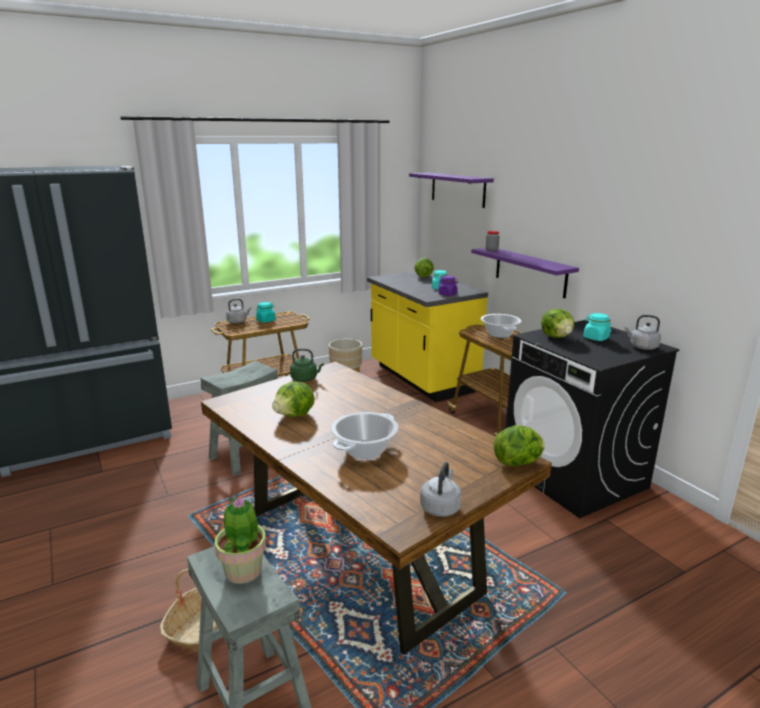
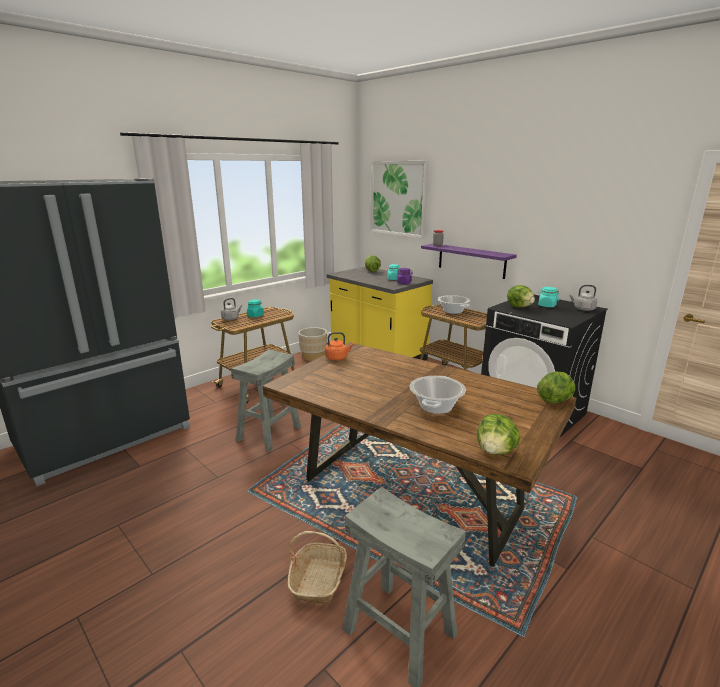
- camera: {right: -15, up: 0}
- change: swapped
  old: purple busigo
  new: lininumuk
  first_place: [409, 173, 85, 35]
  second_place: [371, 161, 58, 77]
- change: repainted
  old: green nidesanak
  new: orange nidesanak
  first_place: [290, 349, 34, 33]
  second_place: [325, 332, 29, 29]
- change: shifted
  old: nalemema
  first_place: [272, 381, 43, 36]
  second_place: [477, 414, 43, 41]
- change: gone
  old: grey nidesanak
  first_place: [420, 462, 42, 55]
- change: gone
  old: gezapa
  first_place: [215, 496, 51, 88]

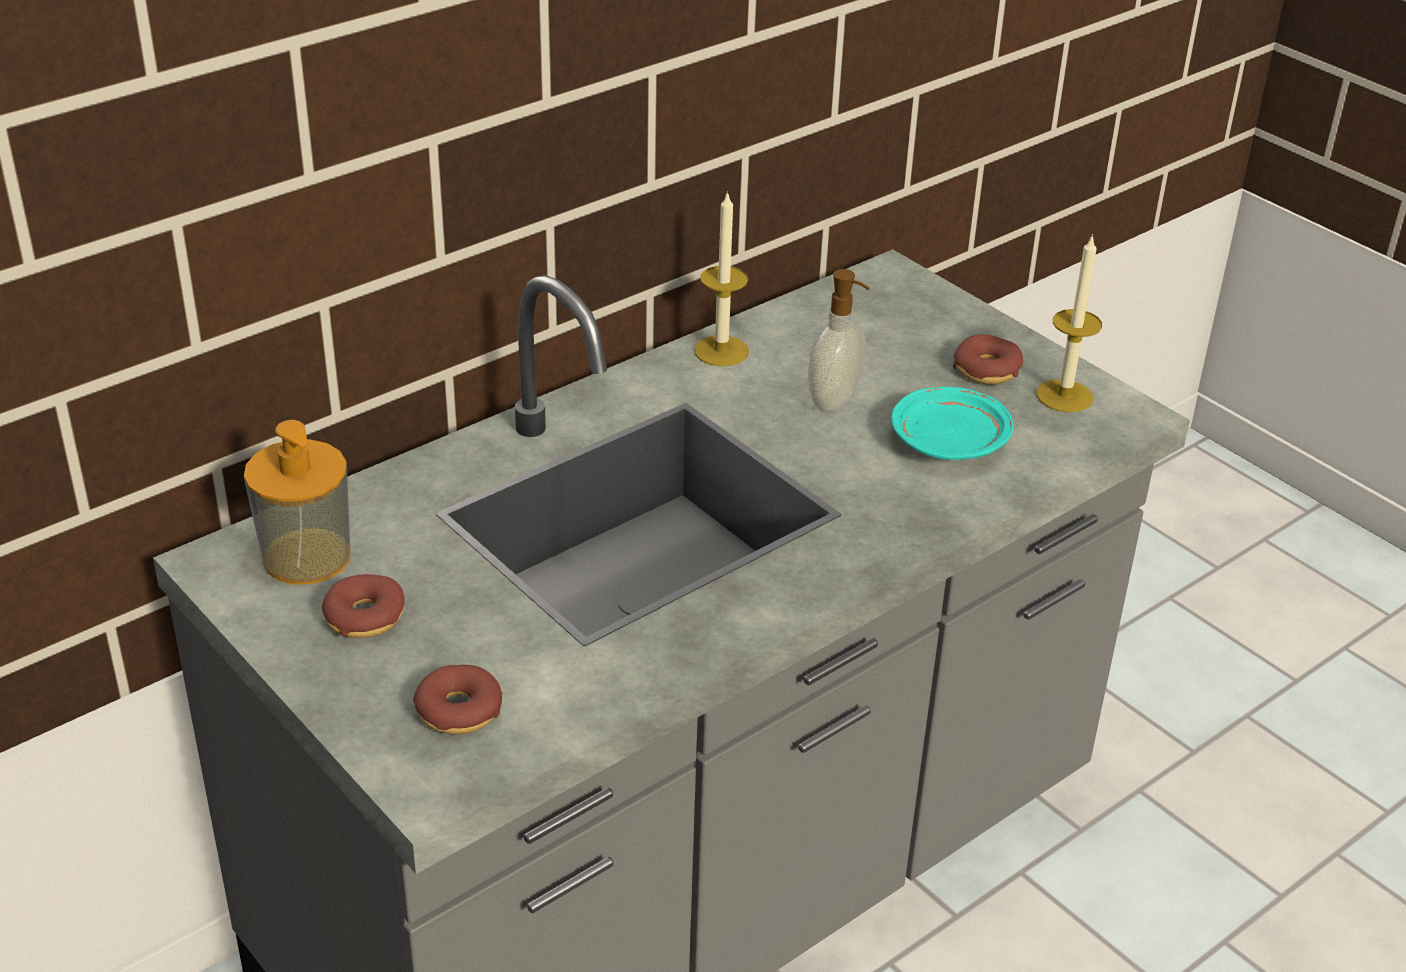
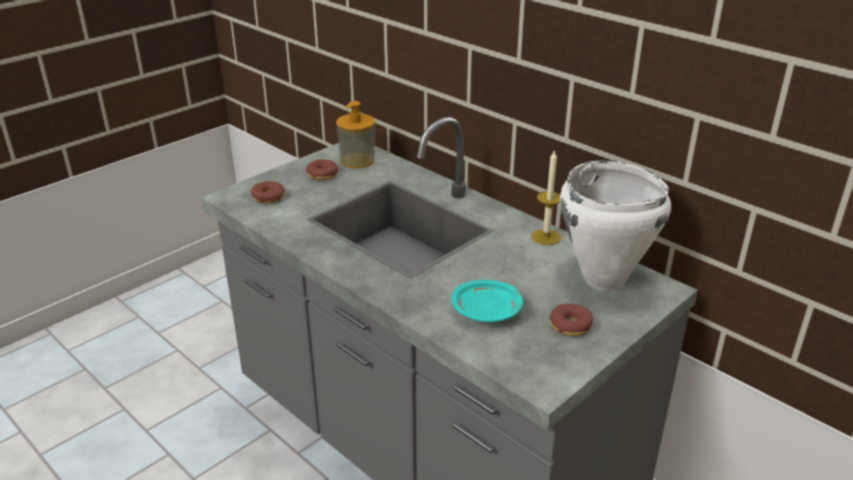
- camera: {right: 85, up: -5}
- change: gone
  old: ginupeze
  first_place: [1037, 234, 65, 178]
- change: gone
  old: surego
  first_place: [808, 269, 62, 142]
- change: new
  new: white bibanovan
  second_place: [560, 161, 111, 130]

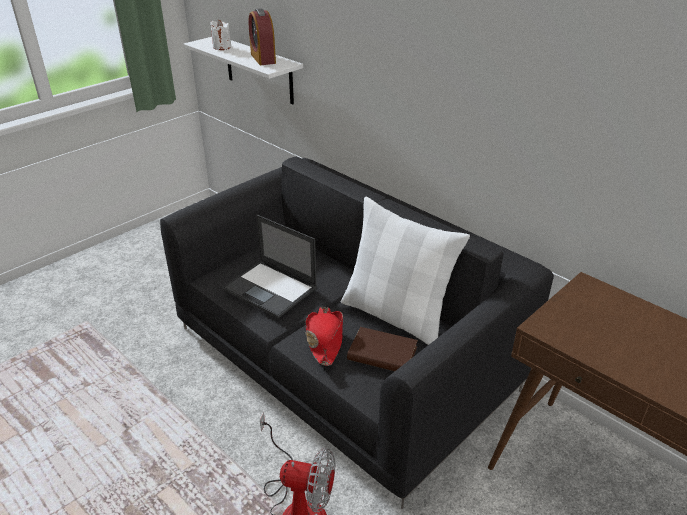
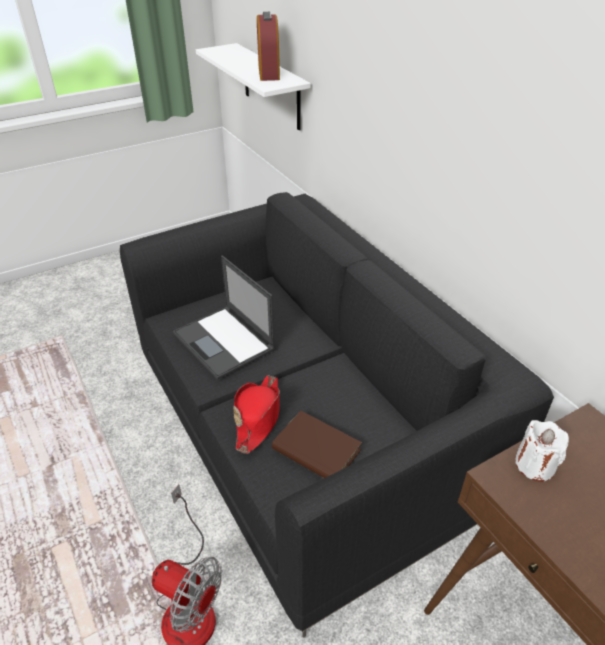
- camera: {right: 15, up: 5}
- change: shifted
  old: white ginupeze
  first_place: [210, 20, 21, 30]
  second_place: [515, 420, 54, 62]
- change: gone
  old: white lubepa
  first_place: [341, 197, 129, 148]

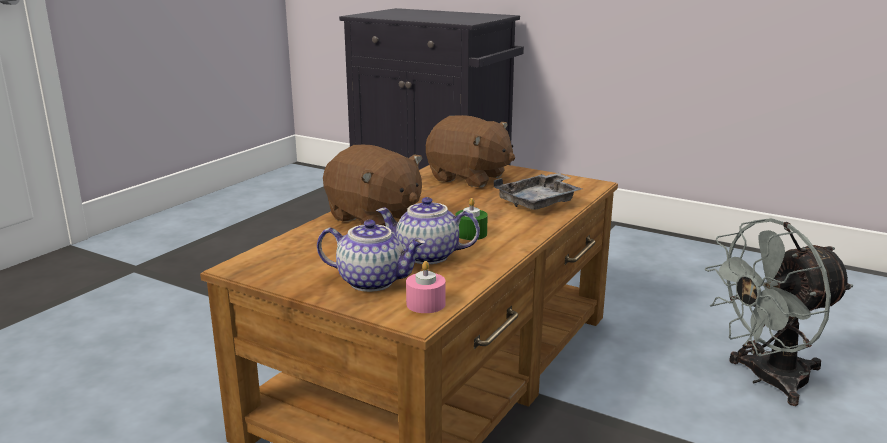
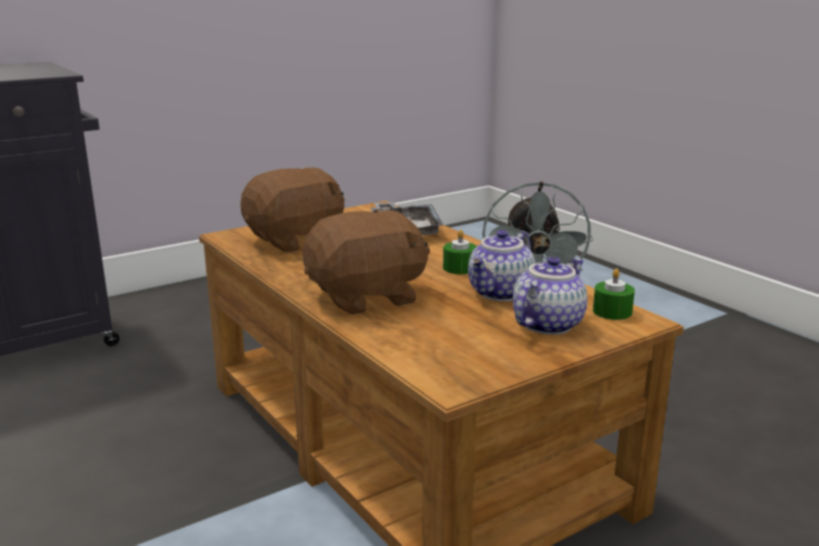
- camera: {right: -65, up: 0}
- change: repainted
  old: pink ginupeze
  new: green ginupeze
  first_place: [406, 261, 40, 52]
  second_place: [593, 268, 42, 52]

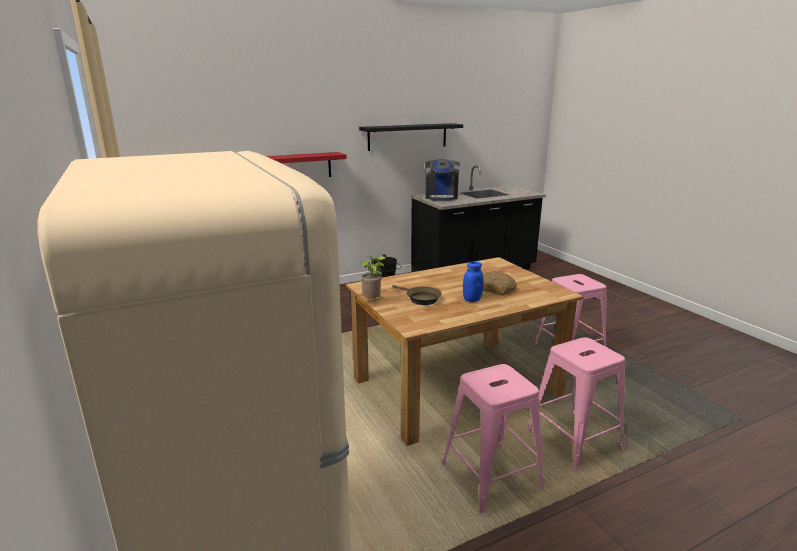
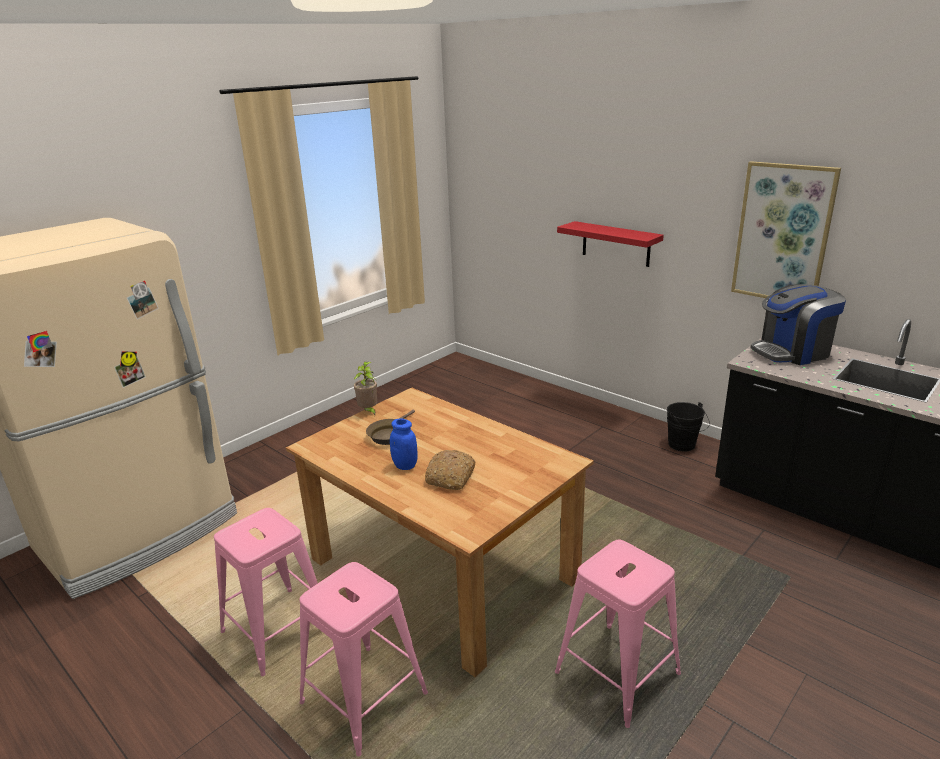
- camera: {right: 70, up: 5}
- change: swapped
  old: black busigo
  new: lininumuk
  first_place: [359, 123, 104, 28]
  second_place: [731, 161, 110, 137]

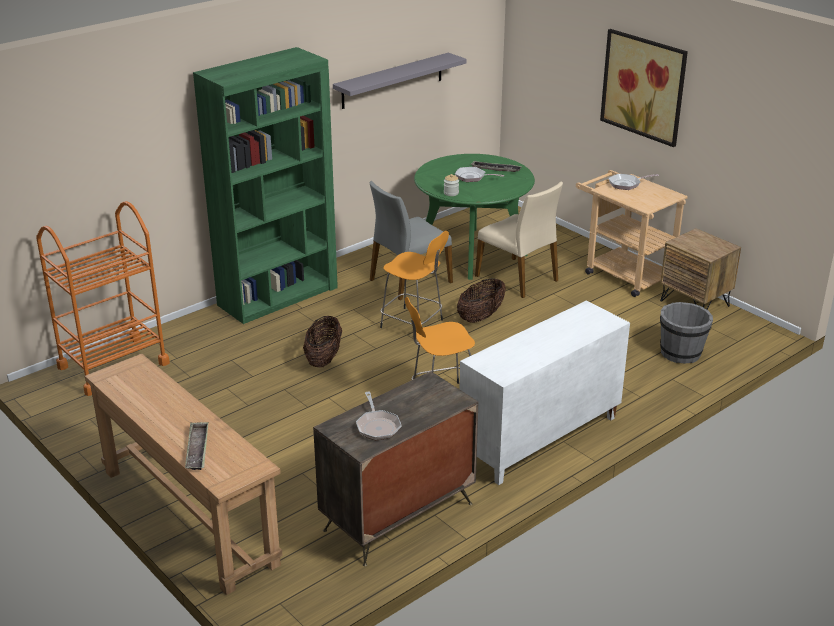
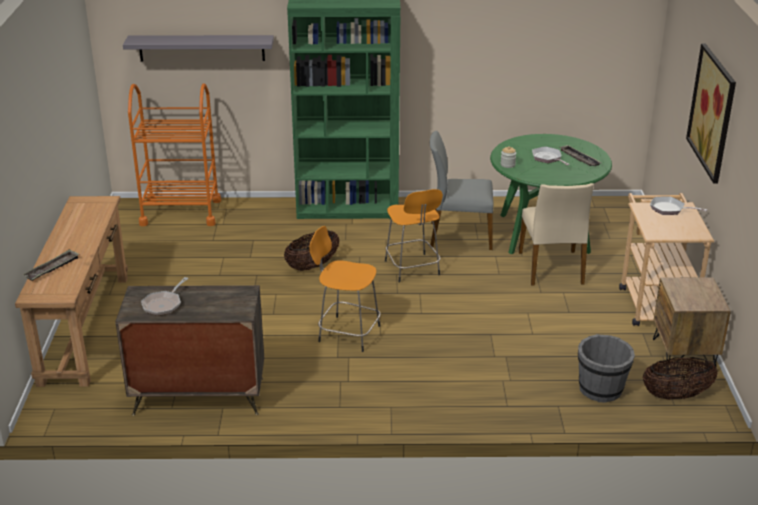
- camera: {right: 40, up: 0}
- change: shifted
  old: grey busigo
  first_place: [333, 53, 134, 56]
  second_place: [123, 35, 151, 26]
- change: shifted
  old: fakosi
  first_place: [457, 278, 49, 45]
  second_place: [643, 357, 75, 43]
- change: gone
  old: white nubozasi
  first_place: [459, 301, 171, 184]

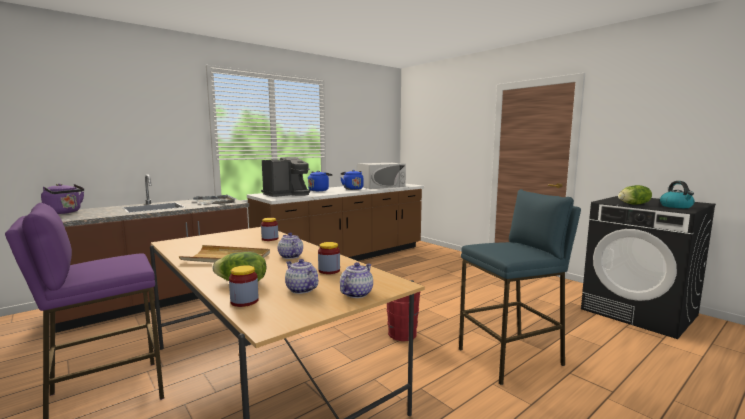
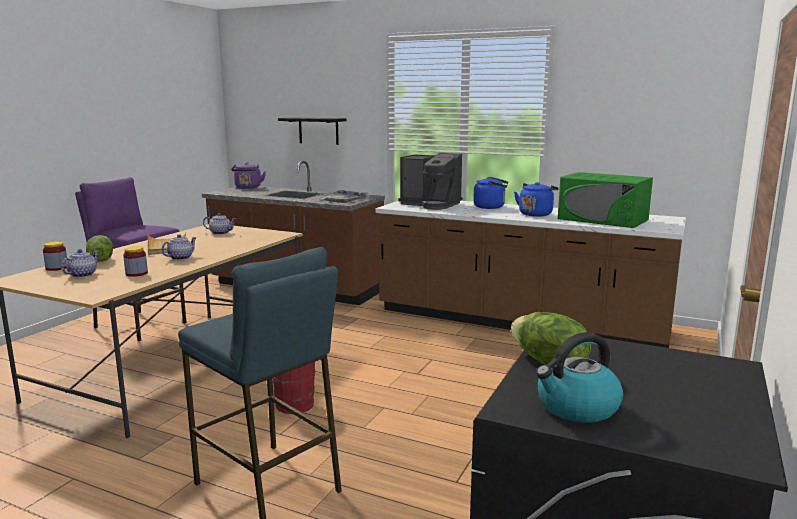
- camera: {right: 65, up: 5}
- change: repainted
  old: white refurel
  new: green refurel
  first_place: [357, 163, 49, 26]
  second_place: [558, 172, 95, 56]
- change: gone
  old: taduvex
  first_place: [261, 218, 17, 23]
- change: shifted
  old: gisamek
  first_place: [340, 262, 33, 36]
  second_place: [203, 213, 33, 22]
- change: new
  new: black busigo
  second_place: [278, 117, 68, 28]

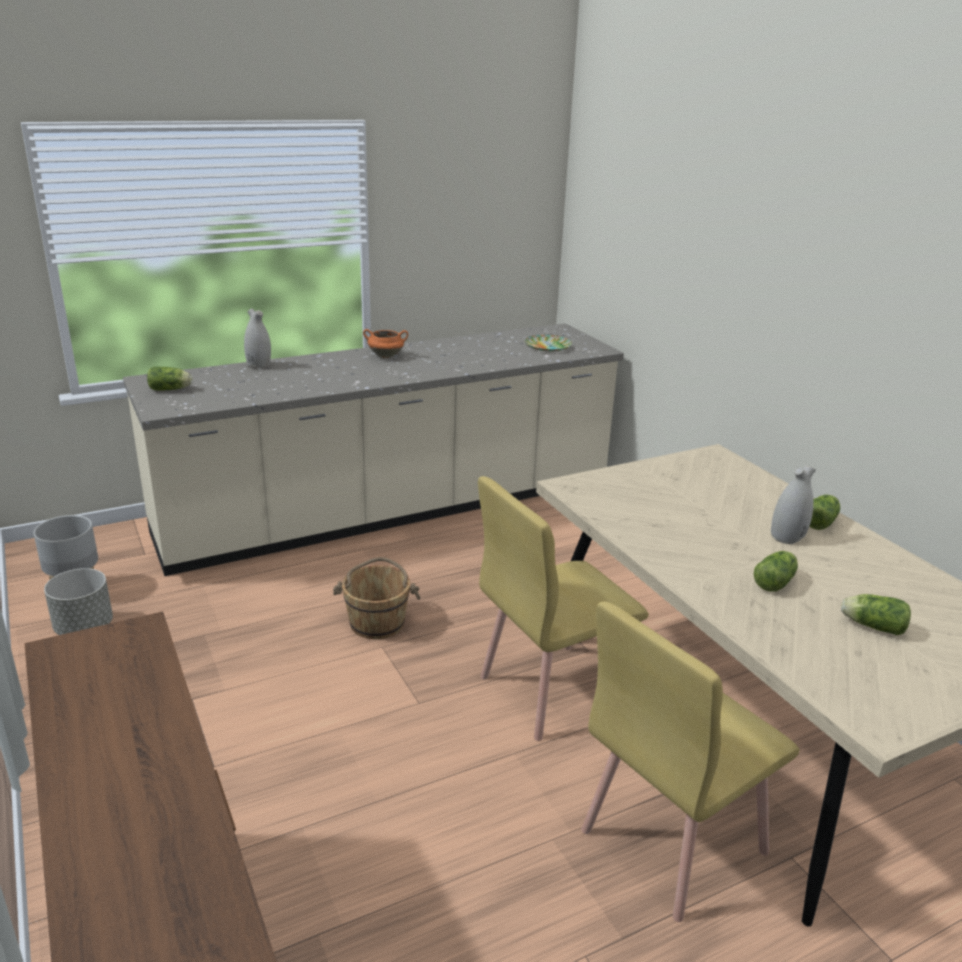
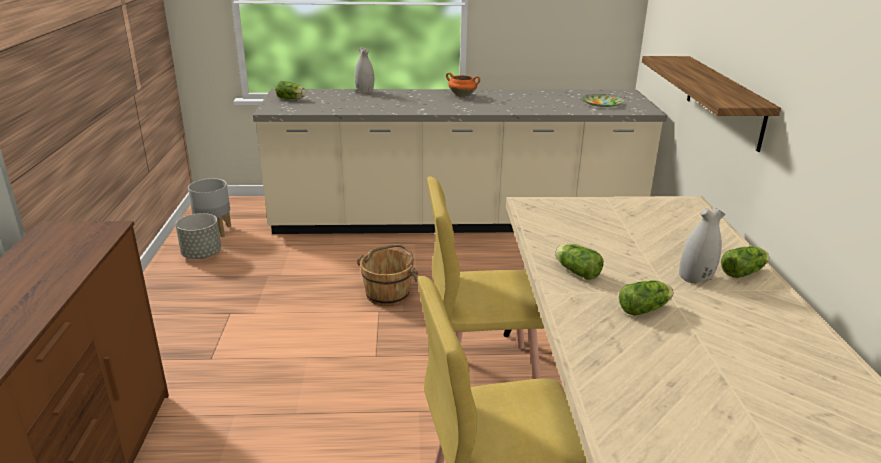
- camera: {right: 25, up: 0}
- change: shifted
  old: nalemema
  first_place: [841, 594, 70, 41]
  second_place: [555, 244, 49, 36]
- change: new
  new: busigo
  second_place: [642, 56, 139, 96]

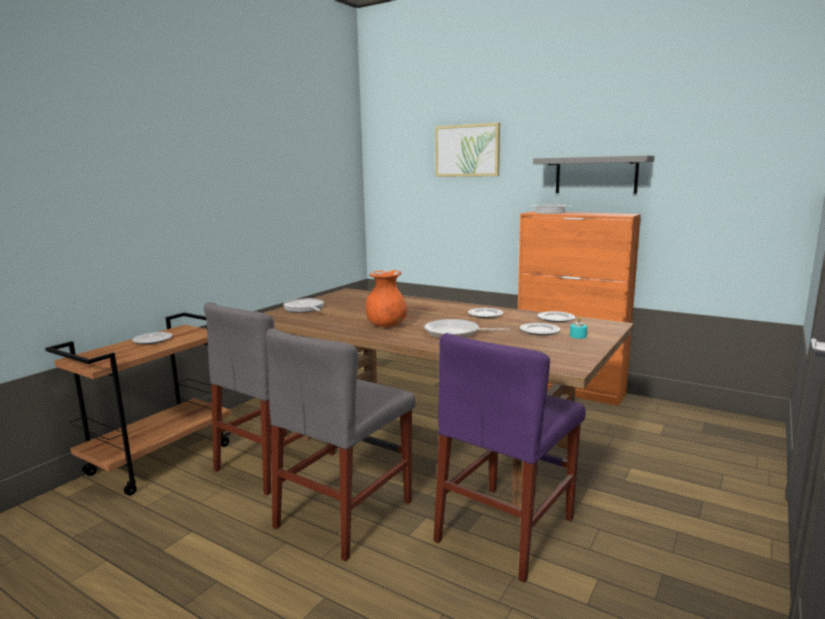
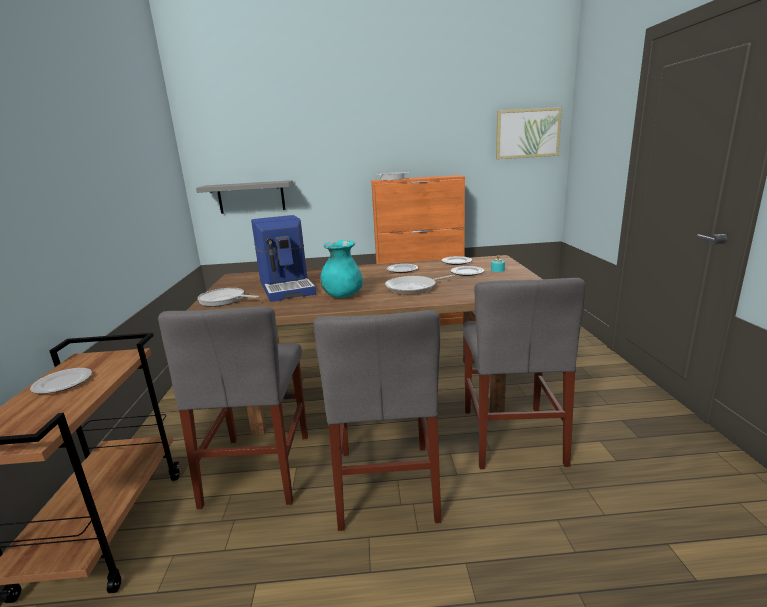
- camera: {right: -35, up: 5}
- change: shifted
  old: lininumuk
  first_place: [435, 123, 65, 54]
  second_place: [496, 107, 66, 52]
- change: shifted
  old: grey busigo
  first_place: [533, 155, 122, 39]
  second_place: [196, 180, 97, 34]
- change: repainted
  old: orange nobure
  new: turquoise nobure
  first_place: [365, 270, 43, 57]
  second_place: [320, 240, 43, 58]
- change: repainted
  old: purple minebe
  new: grey minebe
  first_place: [434, 333, 152, 250]
  second_place: [463, 278, 122, 191]
- change: new
  new: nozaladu
  second_place: [251, 215, 65, 87]

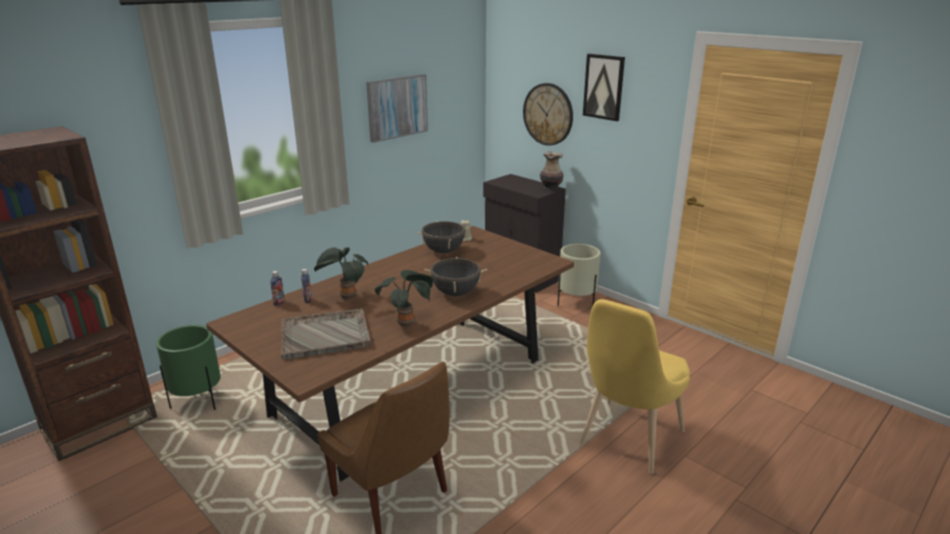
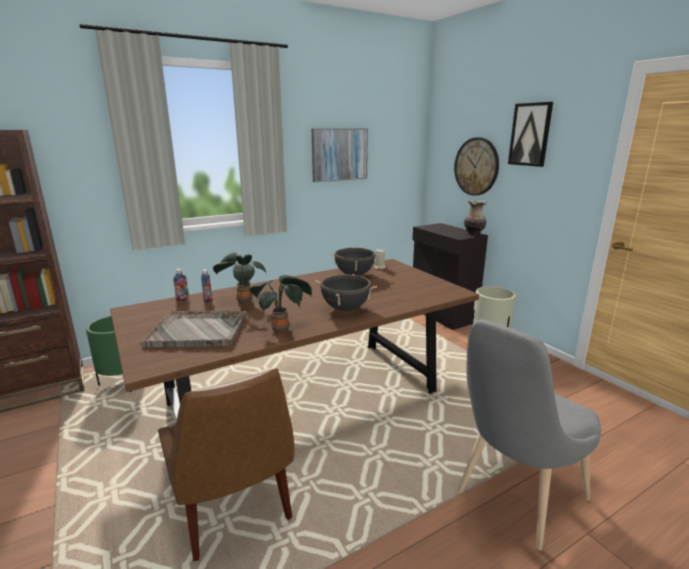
- camera: {right: 15, up: -5}
- change: repainted
  old: yellow minebe
  new: grey minebe
  first_place: [580, 299, 110, 175]
  second_place: [457, 319, 144, 231]

